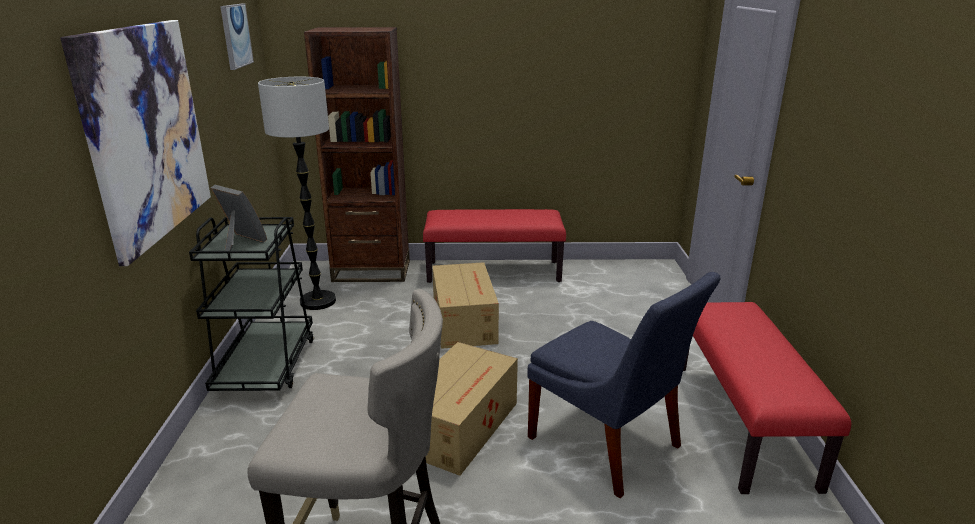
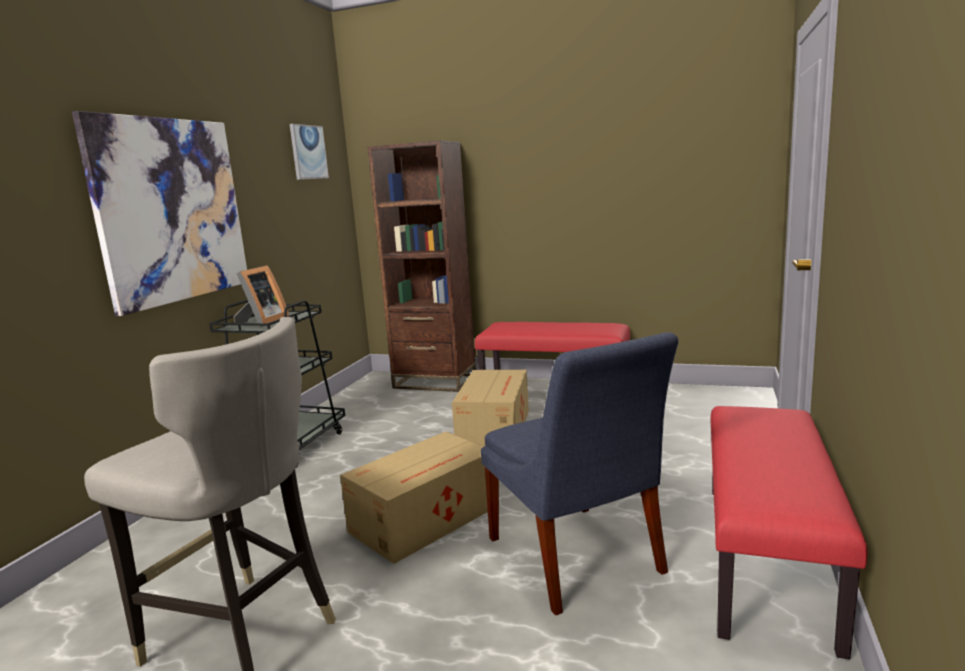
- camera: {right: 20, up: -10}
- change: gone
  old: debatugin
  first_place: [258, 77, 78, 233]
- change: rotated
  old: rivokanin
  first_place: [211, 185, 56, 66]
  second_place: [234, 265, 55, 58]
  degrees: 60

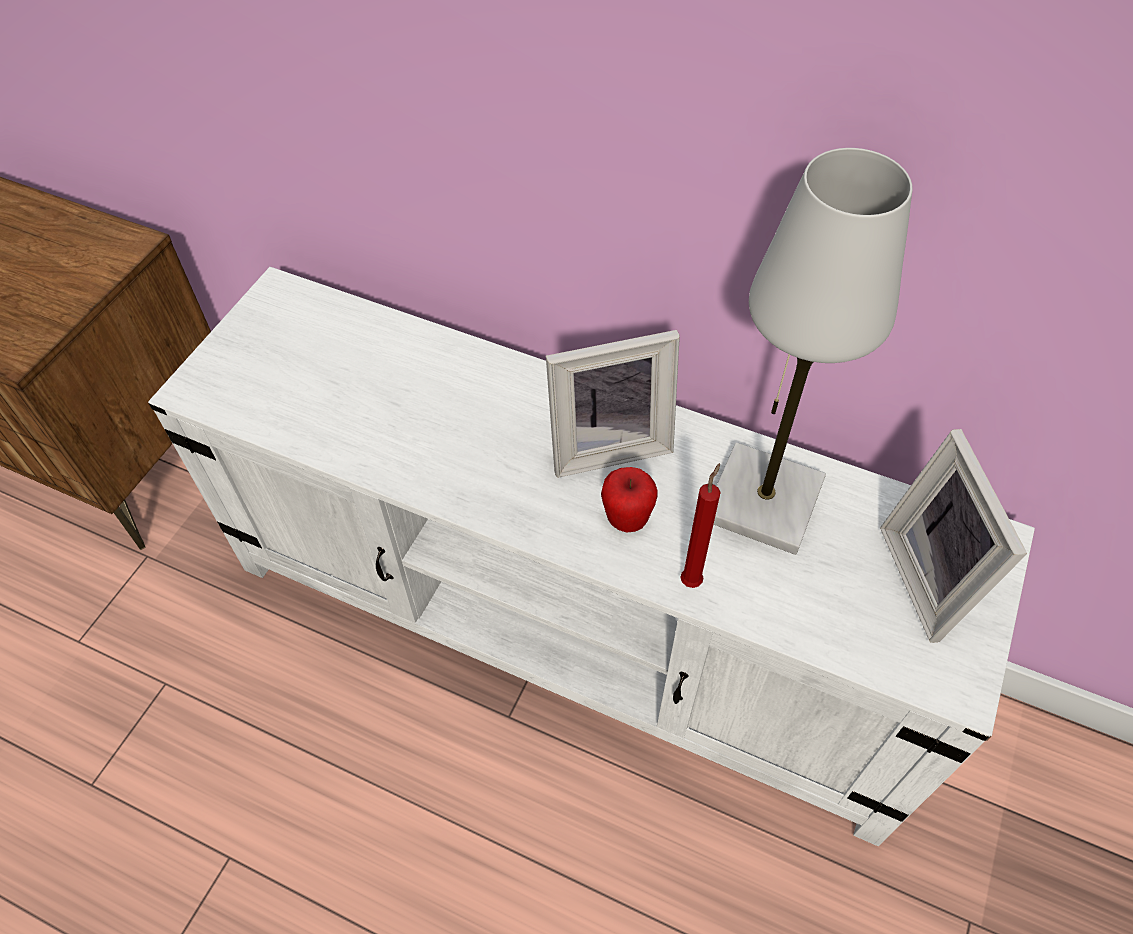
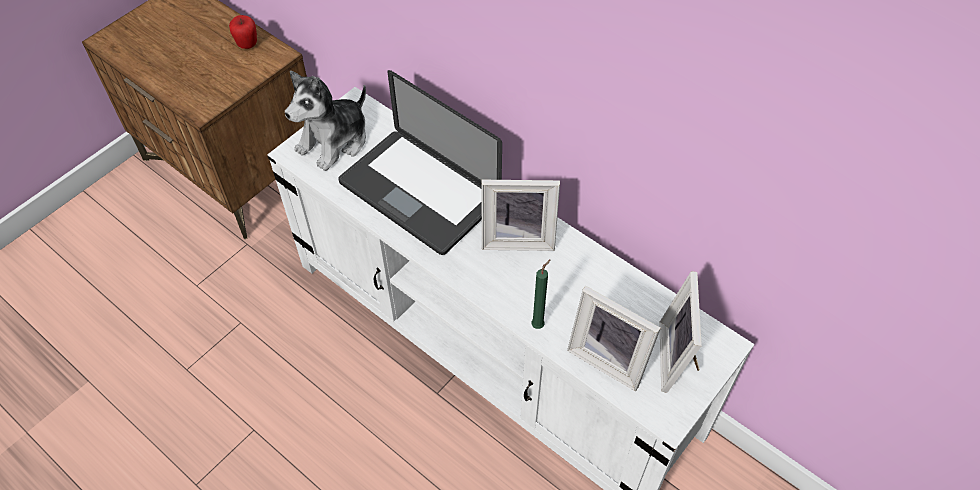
- camera: {right: 15, up: 0}
- change: gone
  old: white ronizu
  first_place: [713, 148, 199, 407]
- change: repainted
  old: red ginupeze
  new: green ginupeze
  first_place: [680, 463, 41, 125]
  second_place: [531, 259, 20, 70]
- change: shifted
  old: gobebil
  first_place: [601, 467, 57, 66]
  second_place: [229, 15, 28, 34]
- change: new
  new: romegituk
  second_place: [338, 70, 164, 185]
- change: new
  new: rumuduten
  second_place: [285, 71, 81, 100]
- change: new
  new: rivokanin
  second_place: [567, 286, 94, 105]

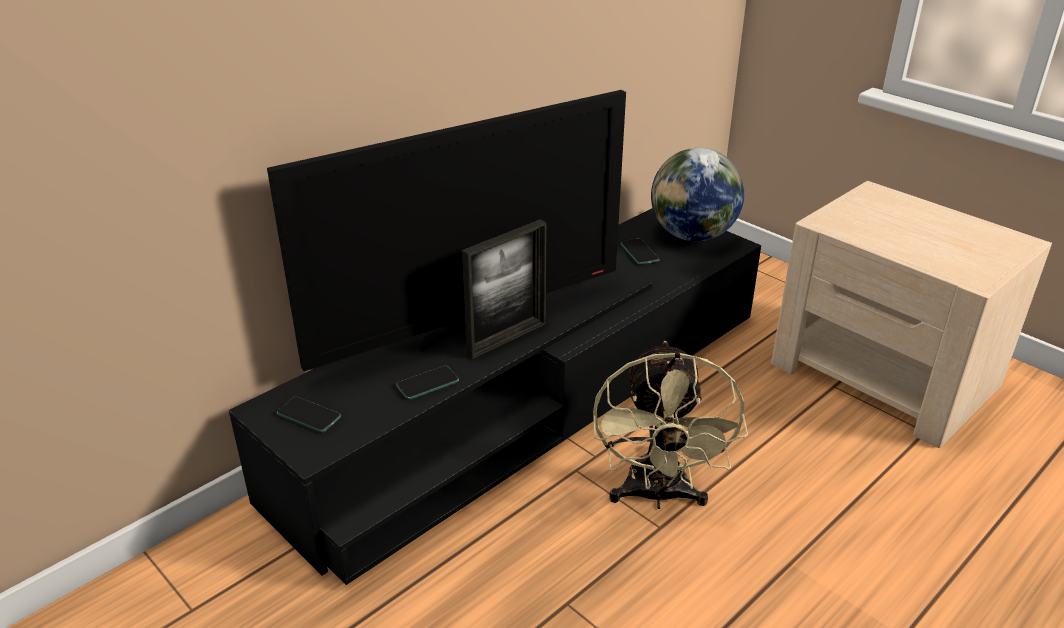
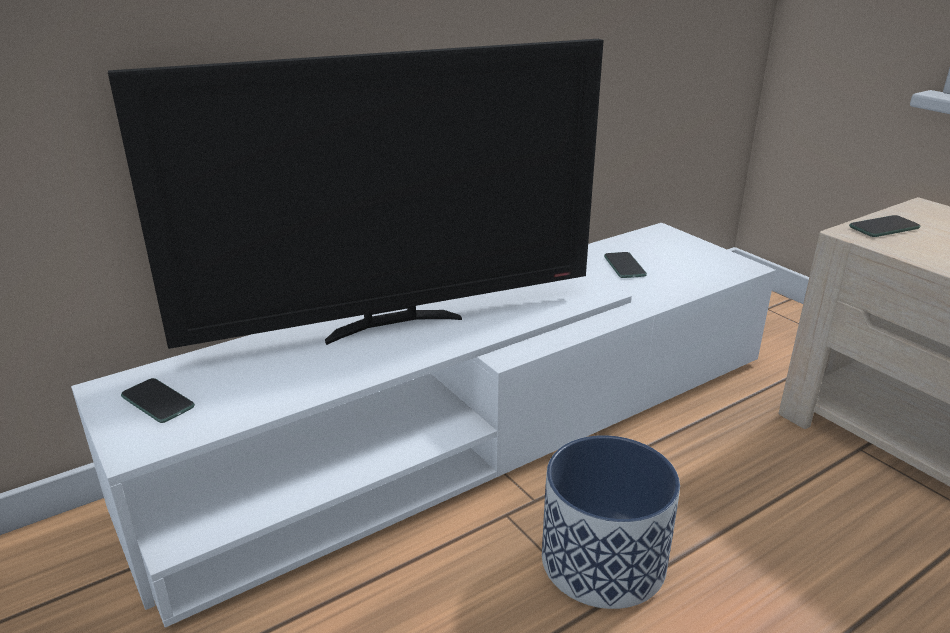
- camera: {right: 10, up: -5}
- change: gone
  old: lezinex
  first_place: [651, 148, 93, 93]
- change: repainted
  old: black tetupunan
  new: white tetupunan
  first_place: [229, 208, 532, 377]
  second_place: [71, 223, 705, 405]
- change: gone
  old: rivokanin
  first_place: [462, 220, 85, 139]
- change: swapped
  old: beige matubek
  new: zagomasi
  first_place: [593, 341, 155, 168]
  second_place: [542, 435, 138, 174]
- change: shifted
  old: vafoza
  first_place: [396, 366, 63, 34]
  second_place: [849, 215, 71, 22]

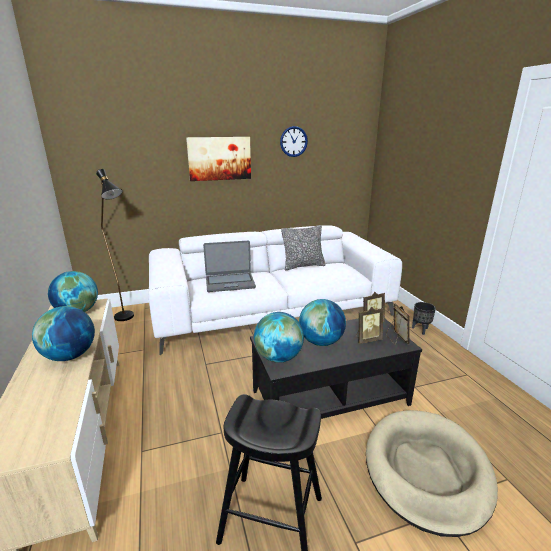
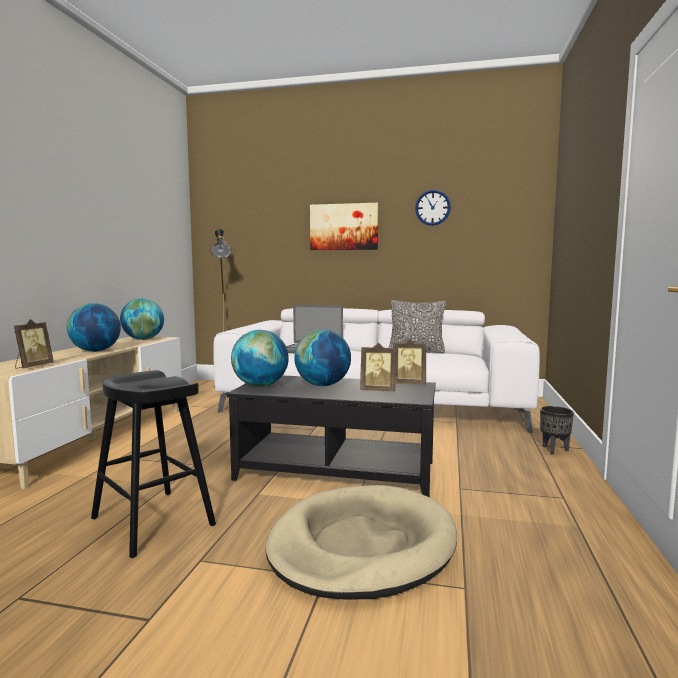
- camera: {right: 30, up: -15}
- change: shifted
  old: rivokanin
  first_place: [386, 303, 24, 42]
  second_place: [14, 319, 40, 49]

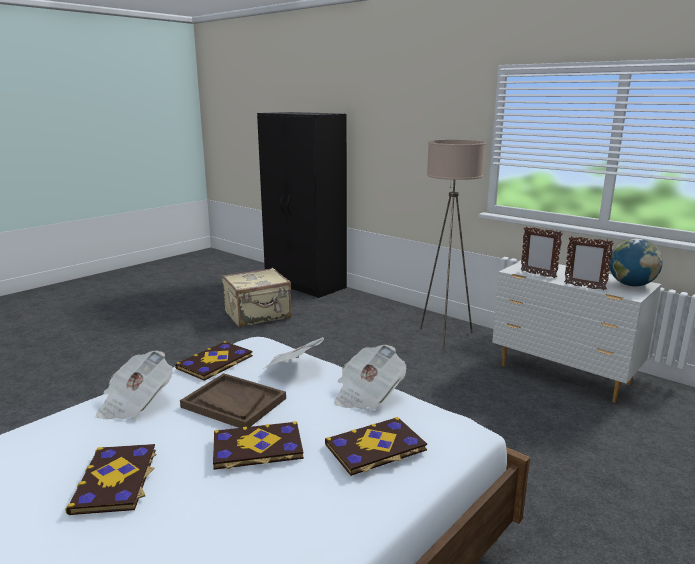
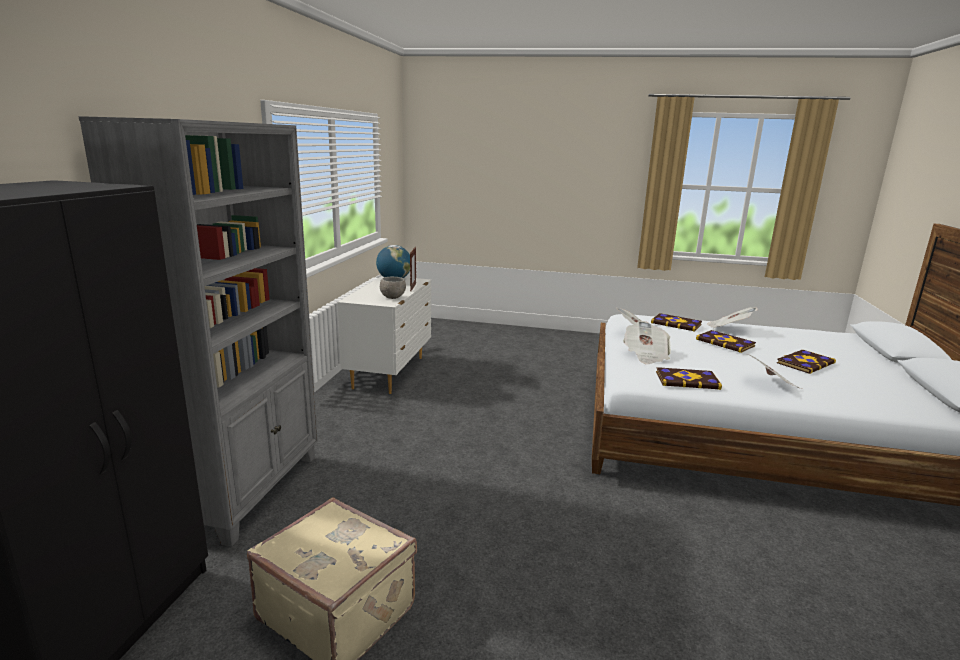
- camera: {right: -120, up: 0}
- change: gone
  old: beige debatugin
  first_place: [420, 140, 66, 211]
- change: swapped
  old: rivokanin
  new: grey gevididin
  first_place: [521, 226, 42, 53]
  second_place: [380, 277, 26, 22]
- change: gone
  old: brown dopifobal
  first_place: [180, 373, 106, 55]
- change: new
  new: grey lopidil
  second_place: [78, 116, 240, 431]
- change: new
  new: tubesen
  second_place: [707, 307, 51, 21]

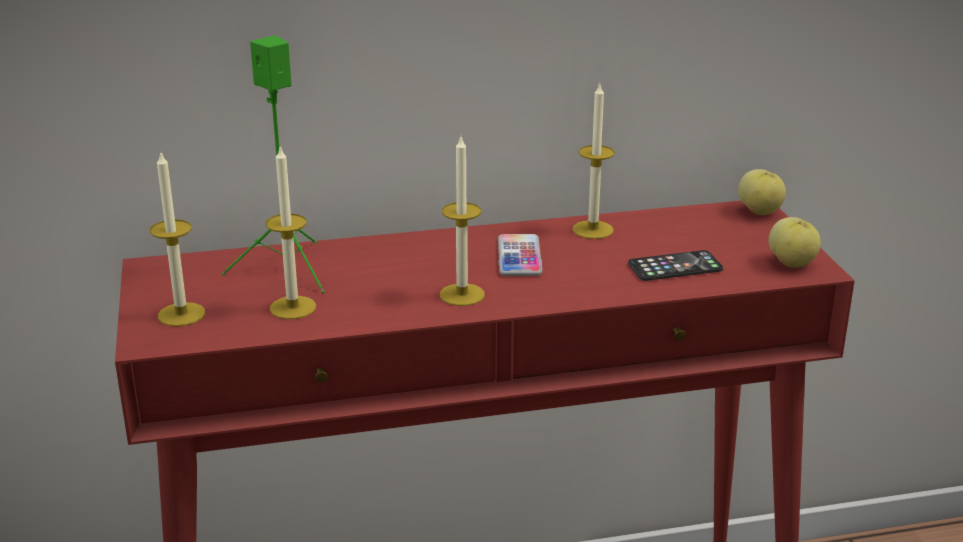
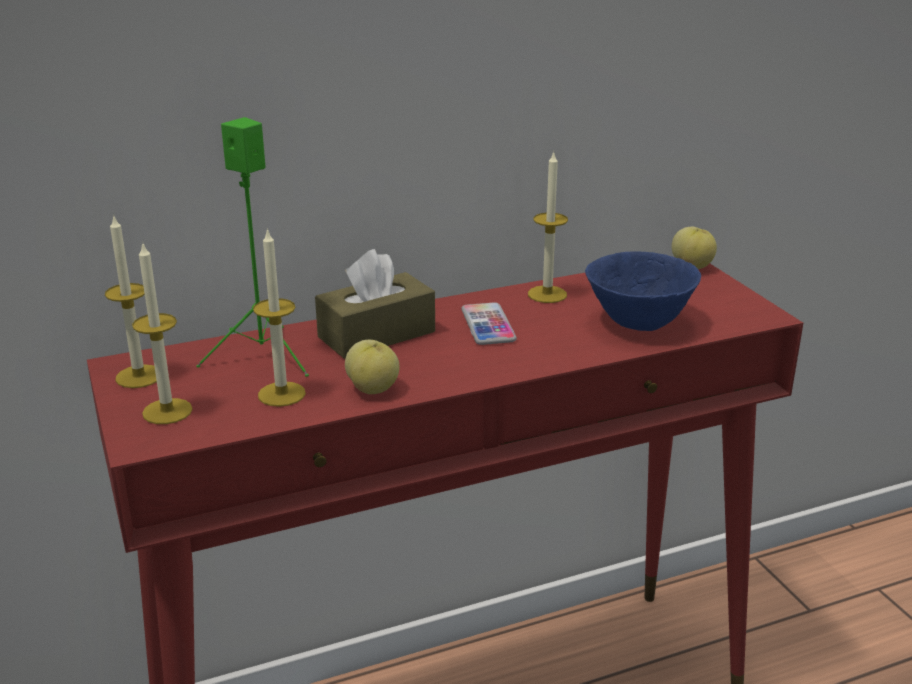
- camera: {right: -10, up: 0}
- change: shifted
  old: ginupeze
  first_place: [440, 137, 45, 169]
  second_place: [105, 214, 52, 174]
- change: shifted
  old: gobebil
  first_place: [769, 217, 52, 51]
  second_place: [345, 340, 55, 54]
- change: swapped
  old: vafoza
  new: blue gevididin
  first_place: [628, 250, 95, 31]
  second_place: [585, 251, 116, 80]
- change: new
  new: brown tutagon
  second_place: [315, 249, 120, 110]

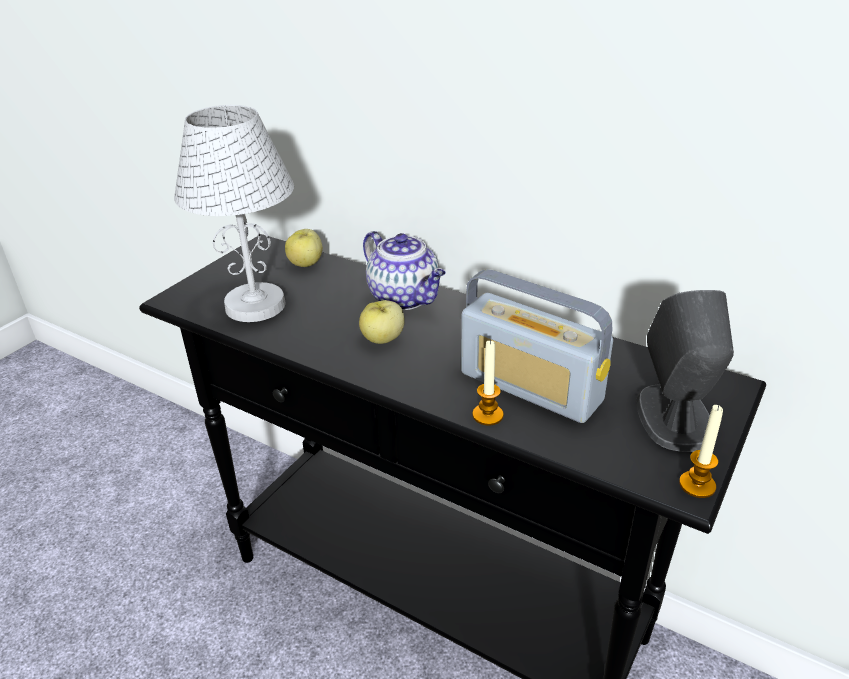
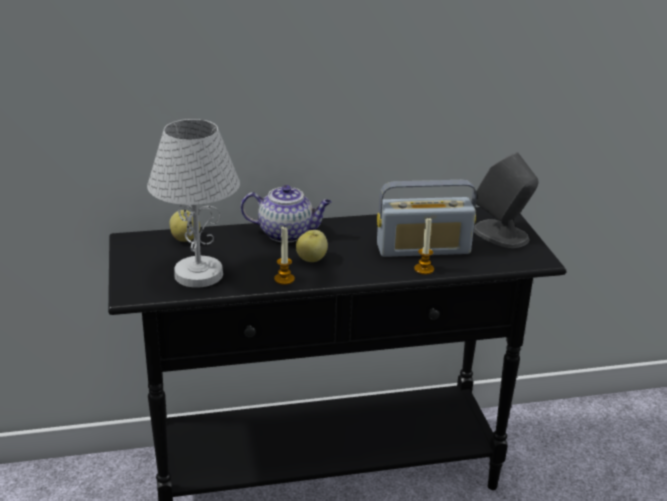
- camera: {right: -45, up: -5}
- change: shifted
  old: ginupeze
  first_place: [679, 405, 44, 93]
  second_place: [274, 226, 21, 59]

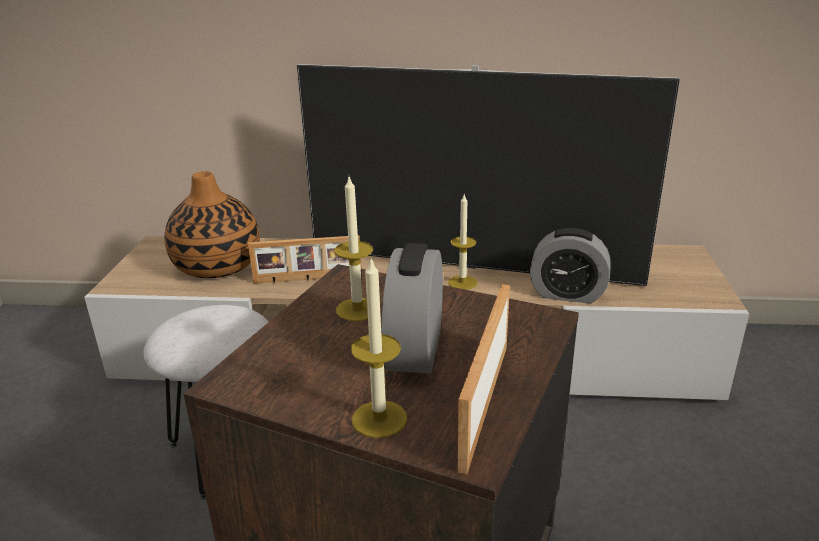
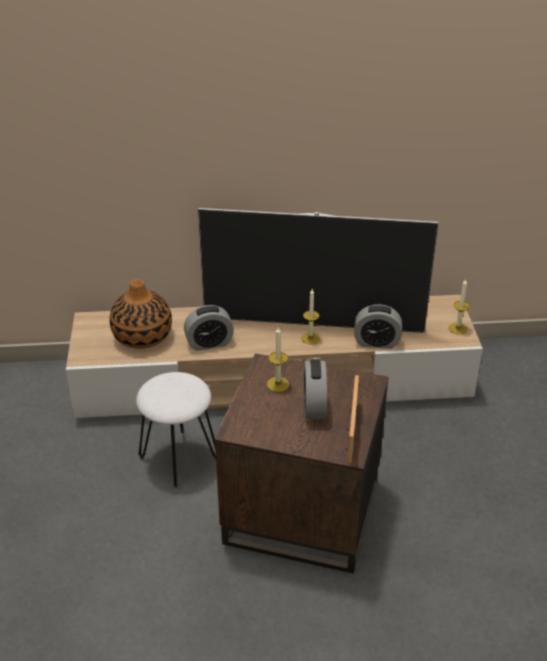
- camera: {right: -10, up: 10}
- change: swapped
  old: rivokanin
  new: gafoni
  first_place: [248, 235, 114, 49]
  second_place: [184, 305, 50, 46]
- change: shifted
  old: ginupeze
  first_place: [351, 259, 56, 179]
  second_place: [449, 279, 21, 56]

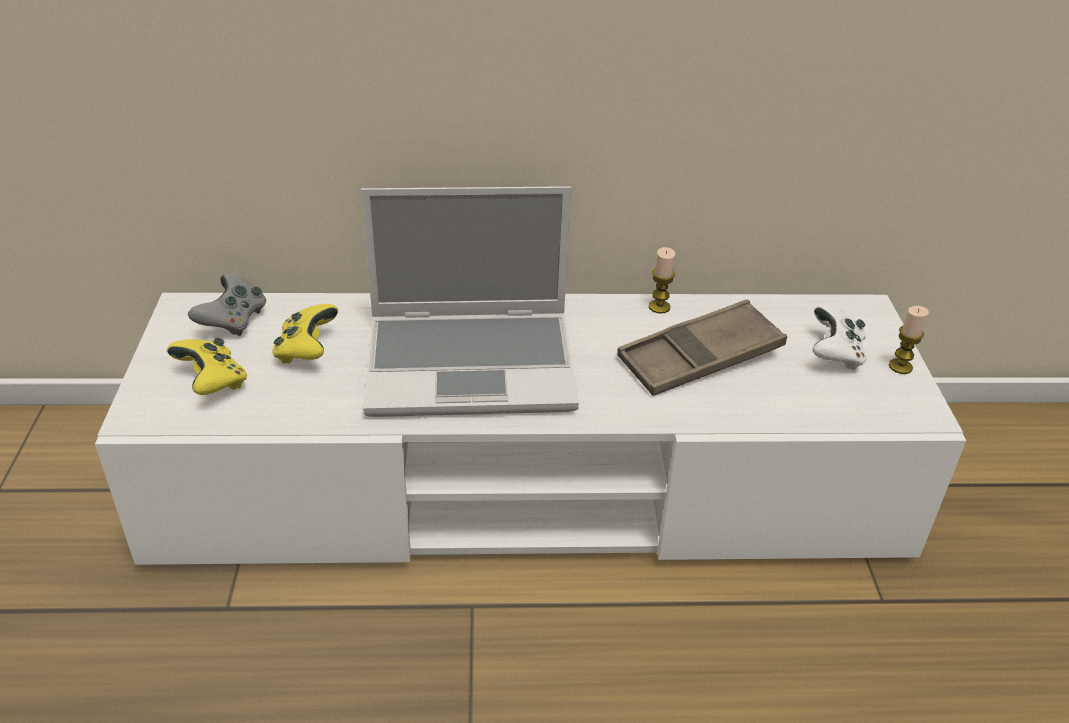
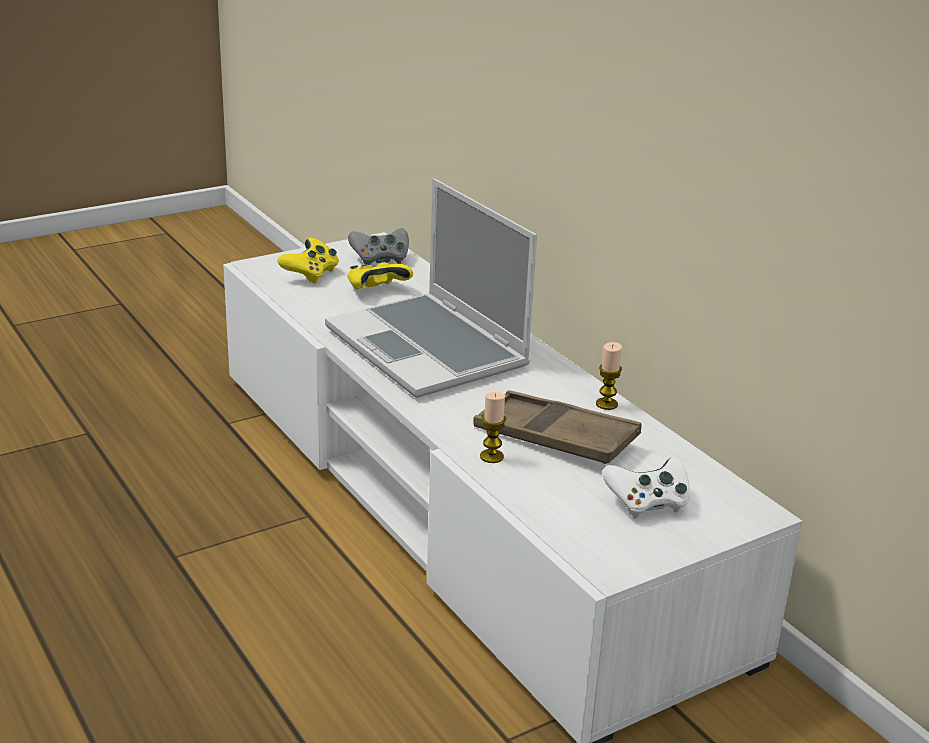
- camera: {right: 60, up: -10}
- change: shifted
  old: ginupeze
  first_place: [889, 306, 40, 68]
  second_place: [480, 392, 26, 71]

